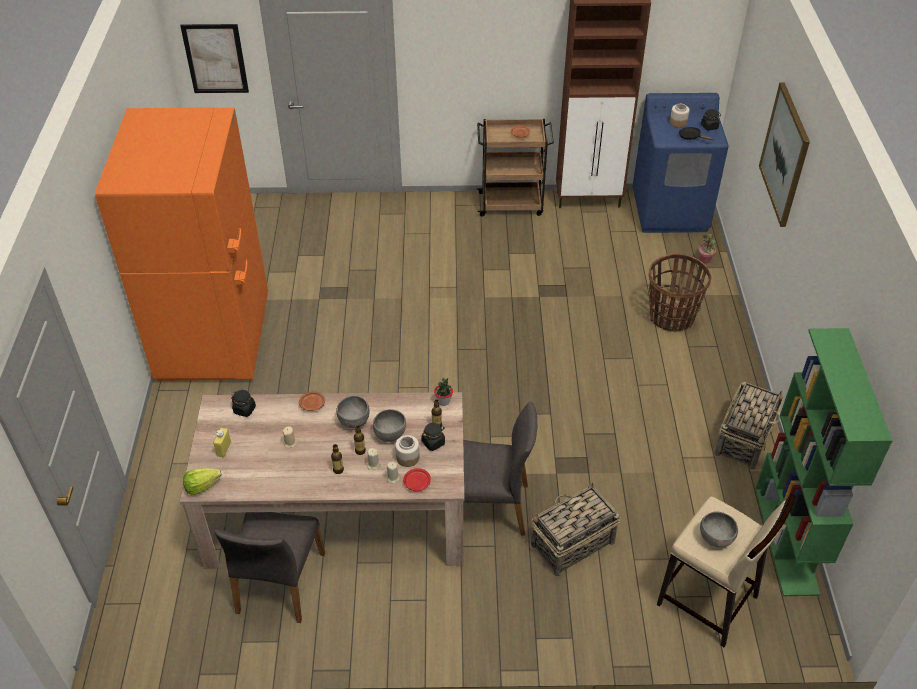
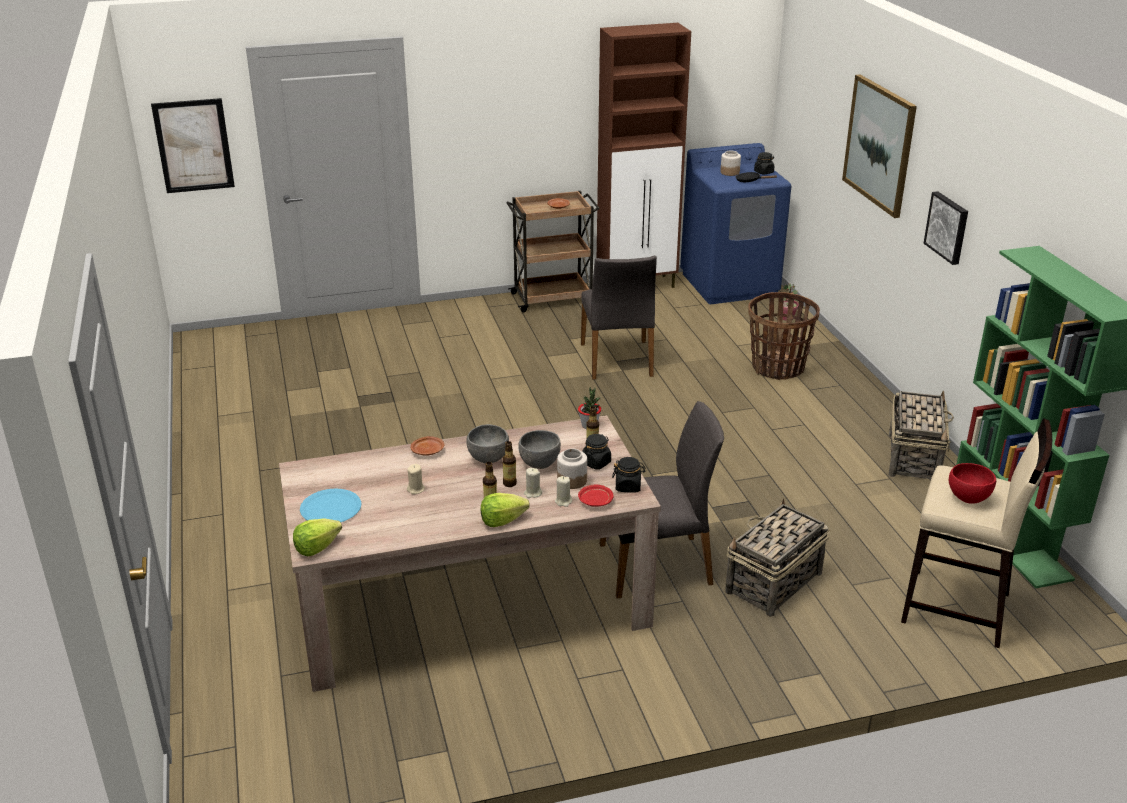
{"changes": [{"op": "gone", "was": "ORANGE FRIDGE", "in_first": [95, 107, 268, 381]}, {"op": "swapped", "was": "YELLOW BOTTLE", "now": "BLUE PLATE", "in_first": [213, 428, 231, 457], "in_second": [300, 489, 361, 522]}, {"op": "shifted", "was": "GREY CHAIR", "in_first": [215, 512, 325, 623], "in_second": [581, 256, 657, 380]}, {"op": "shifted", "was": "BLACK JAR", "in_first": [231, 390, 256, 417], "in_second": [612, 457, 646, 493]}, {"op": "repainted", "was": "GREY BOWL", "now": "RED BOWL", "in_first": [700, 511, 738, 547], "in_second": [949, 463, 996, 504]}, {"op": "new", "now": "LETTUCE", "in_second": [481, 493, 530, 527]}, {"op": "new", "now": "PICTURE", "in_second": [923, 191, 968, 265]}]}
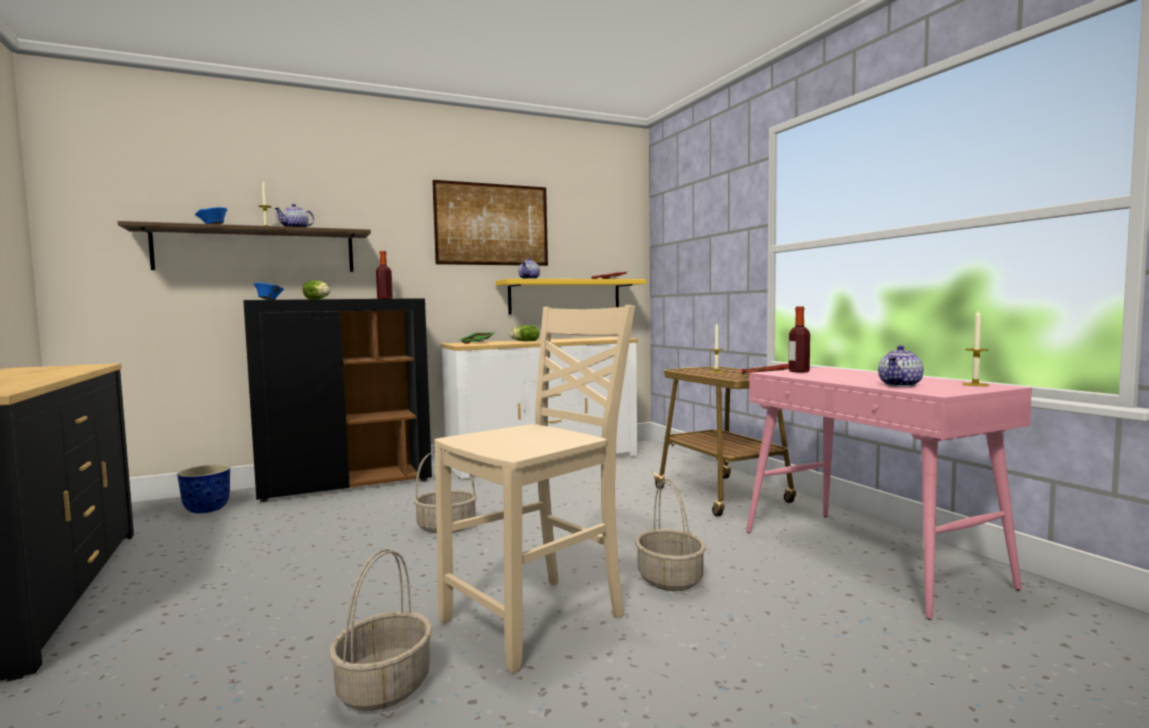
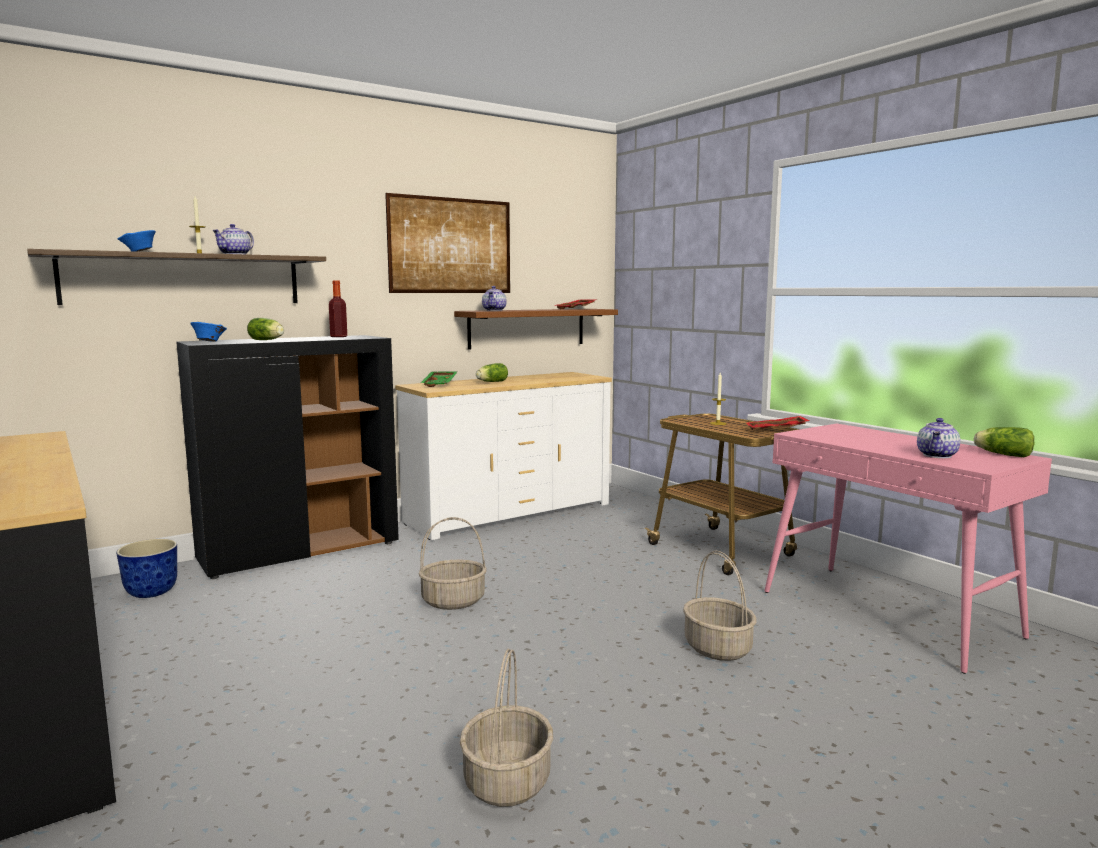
{"changes": [{"op": "gone", "was": "BEIGE CHAIR", "in_first": [434, 305, 635, 674]}, {"op": "repainted", "was": "YELLOW SHELF", "now": "BROWN SHELF", "in_first": [496, 279, 647, 314], "in_second": [454, 309, 618, 350]}, {"op": "gone", "was": "BOTTLE", "in_first": [789, 306, 810, 373]}, {"op": "swapped", "was": "CANDLE", "now": "LETTUCE", "in_first": [962, 309, 989, 386], "in_second": [973, 427, 1034, 457]}]}
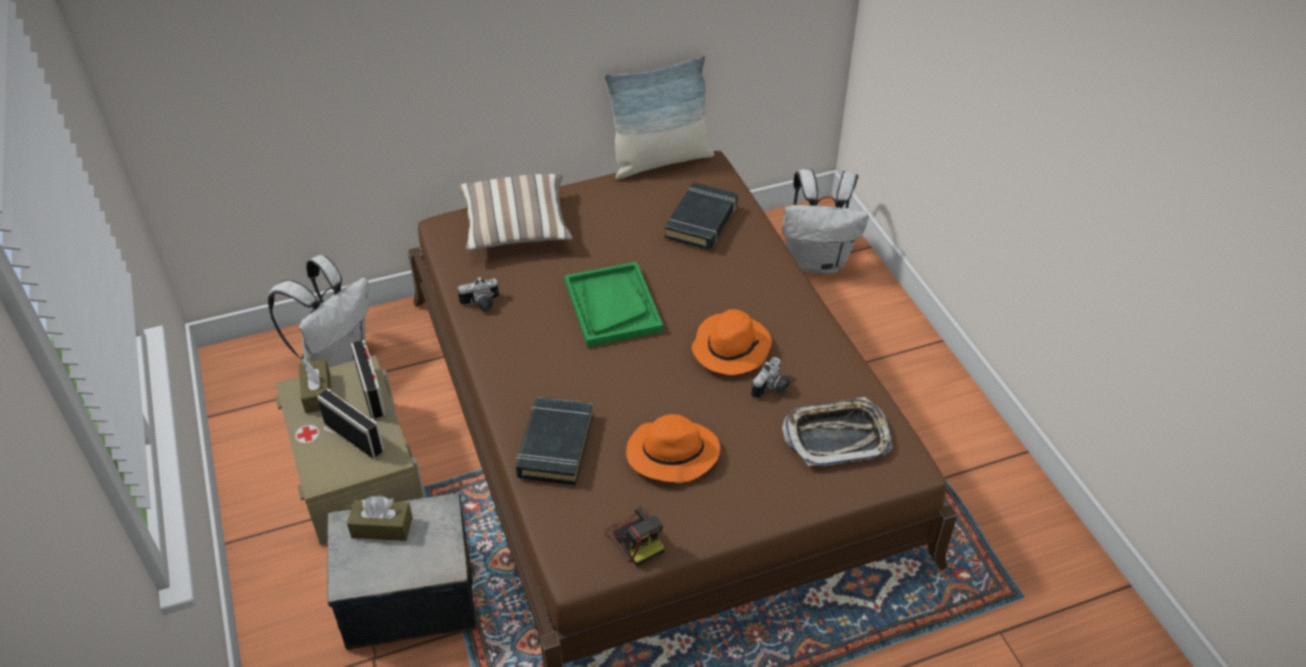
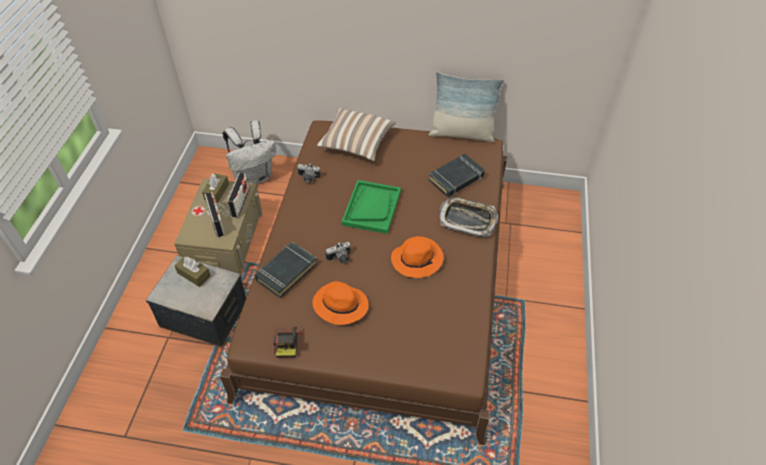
{"changes": [{"op": "shifted", "was": "PHOTO CAMERA", "in_first": [751, 357, 790, 399], "in_second": [325, 242, 351, 264]}, {"op": "shifted", "was": "TRAY", "in_first": [782, 397, 892, 466], "in_second": [439, 197, 498, 237]}, {"op": "gone", "was": "WHITE BACKPACK", "in_first": [783, 169, 869, 274]}]}
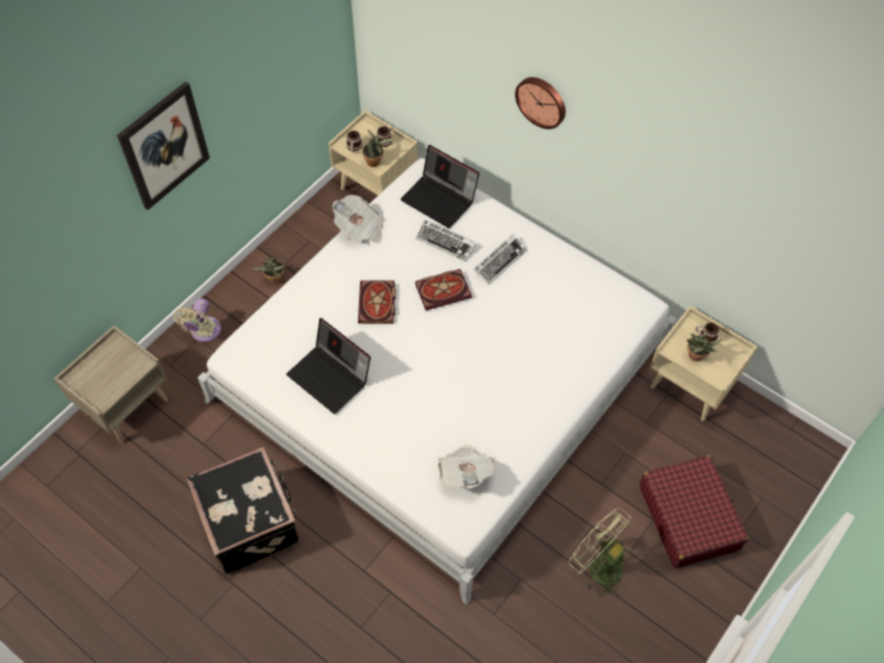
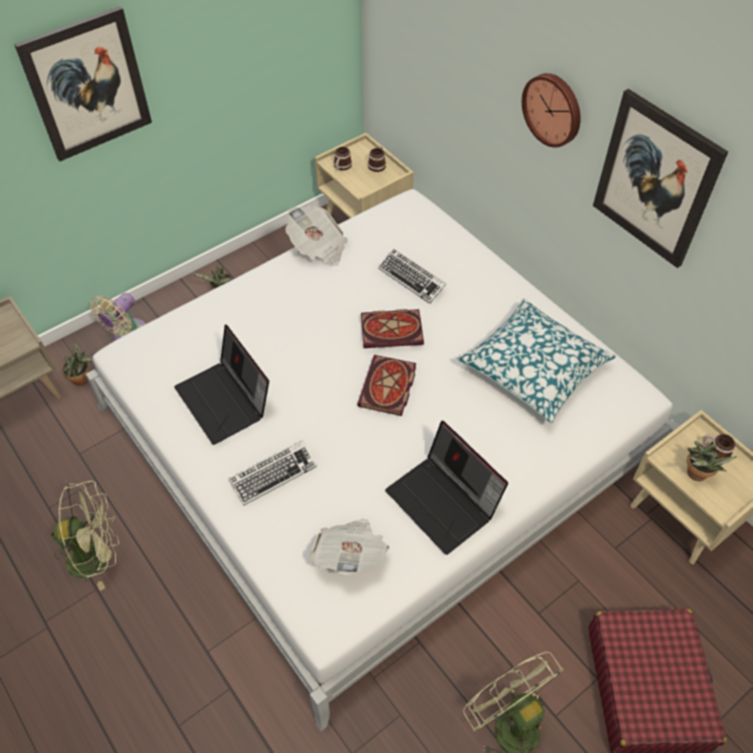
{"changes": [{"op": "swapped", "was": "BLACK SUITCASE", "now": "GREEN FAN", "in_first": [187, 447, 301, 574], "in_second": [50, 481, 119, 591]}, {"op": "shifted", "was": "BOOK", "in_first": [358, 280, 396, 324], "in_second": [357, 355, 416, 416]}, {"op": "shifted", "was": "POTTED PLANT", "in_first": [362, 129, 396, 167], "in_second": [62, 341, 93, 386]}, {"op": "shifted", "was": "LAPTOP", "in_first": [400, 145, 479, 228], "in_second": [385, 421, 508, 555]}, {"op": "shifted", "was": "KEYBOARD", "in_first": [474, 234, 527, 284], "in_second": [230, 440, 317, 506]}, {"op": "new", "now": "PILLOW", "in_second": [457, 299, 616, 423]}, {"op": "new", "now": "PICTURE", "in_second": [593, 89, 728, 268]}]}
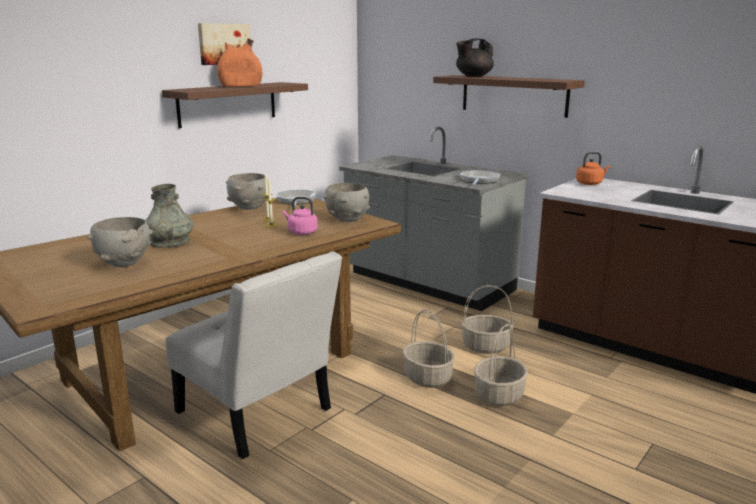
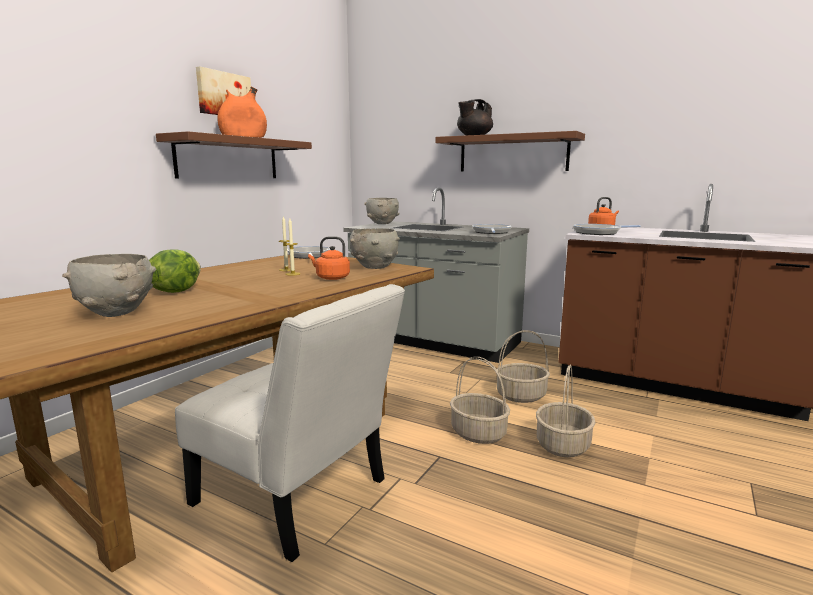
{"changes": [{"op": "swapped", "was": "GREY VASE", "now": "LETTUCE", "in_first": [145, 184, 193, 248], "in_second": [149, 249, 201, 293]}, {"op": "shifted", "was": "GREY BOWL", "in_first": [226, 173, 271, 210], "in_second": [364, 198, 400, 224]}, {"op": "repainted", "was": "PINK KETTLE", "now": "ORANGE KETTLE", "in_first": [283, 197, 318, 235], "in_second": [308, 236, 350, 280]}, {"op": "new", "now": "FRYING PAN", "in_second": [573, 224, 641, 235]}]}
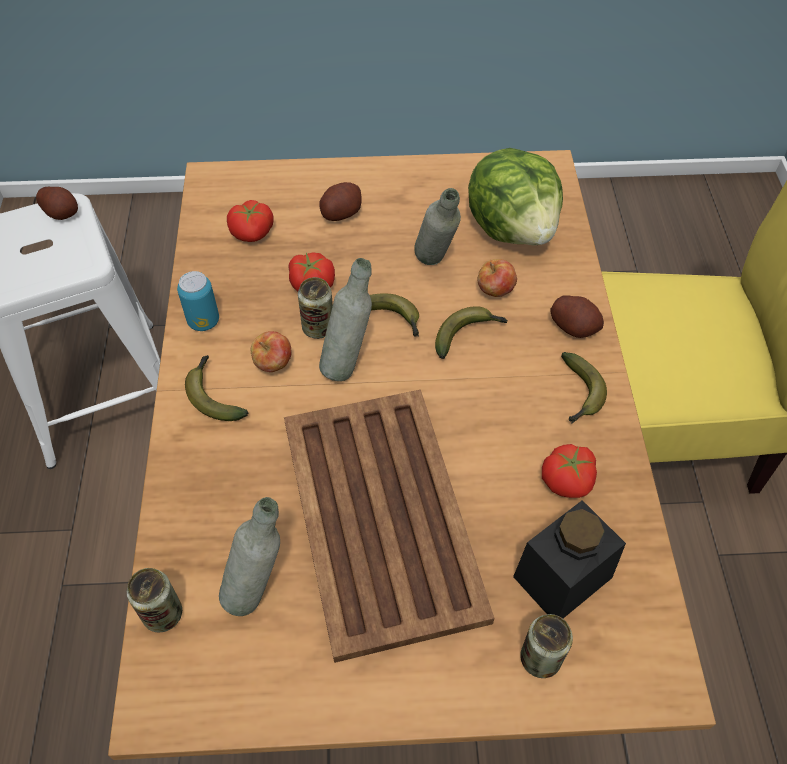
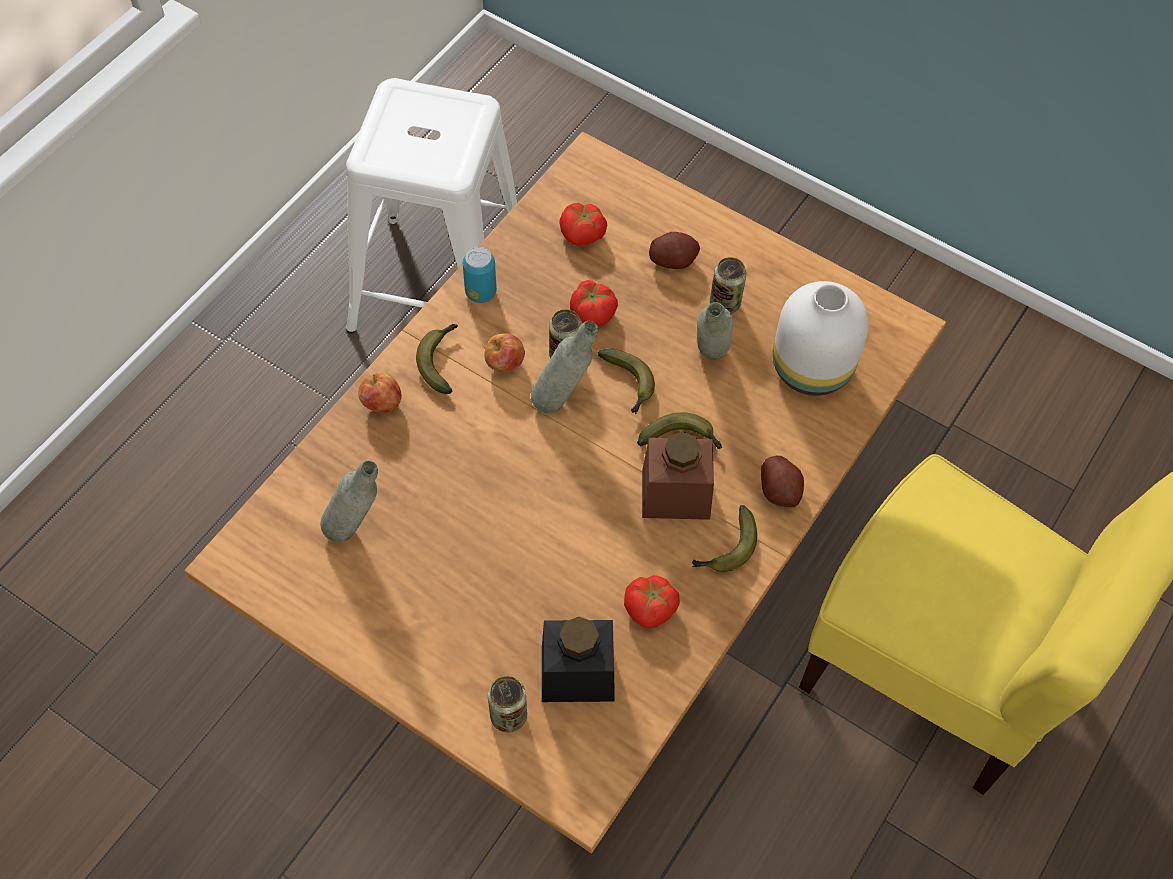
{"changes": [{"op": "gone", "was": "POTATO", "in_first": [36, 187, 78, 220]}, {"op": "shifted", "was": "CAN", "in_first": [127, 568, 182, 632], "in_second": [710, 257, 747, 314]}, {"op": "gone", "was": "BROWN TRAY", "in_first": [284, 390, 494, 663]}, {"op": "swapped", "was": "LETTUCE", "now": "WHITE VASE", "in_first": [468, 148, 563, 245], "in_second": [773, 281, 869, 396]}, {"op": "shifted", "was": "APPLE", "in_first": [477, 259, 517, 297], "in_second": [358, 372, 402, 413]}, {"op": "new", "now": "BROWN JAR", "in_second": [642, 432, 714, 520]}]}
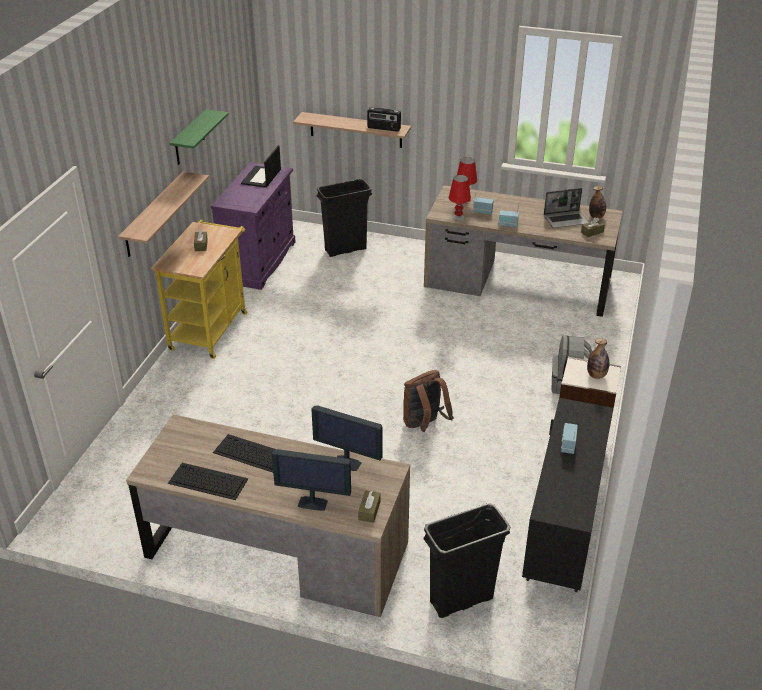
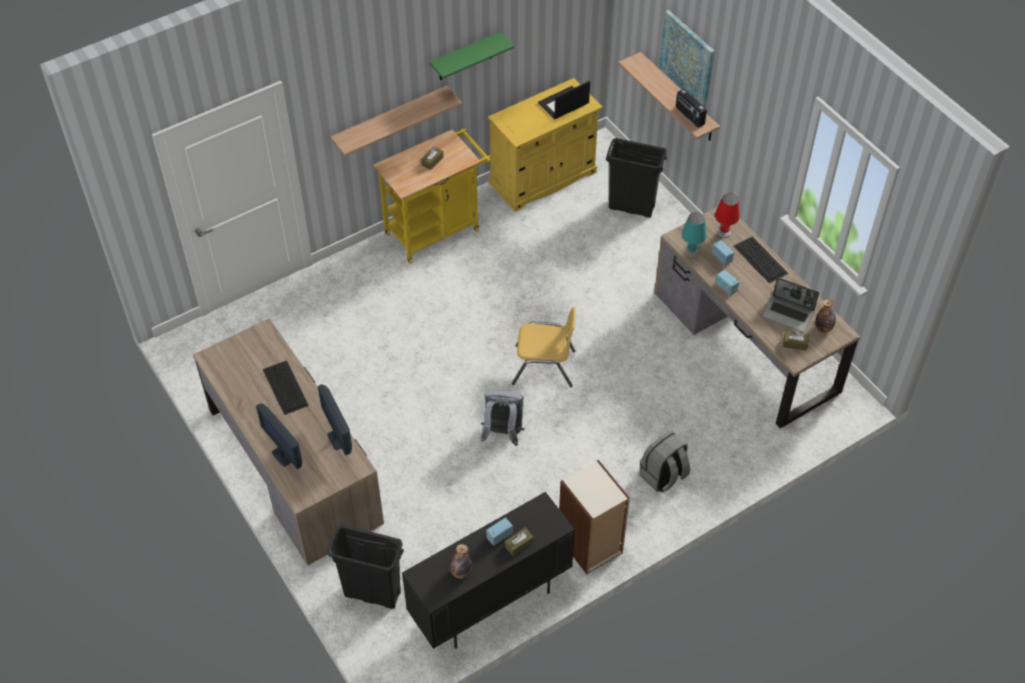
{"changes": [{"op": "shifted", "was": "KEYBOARD", "in_first": [168, 463, 248, 500], "in_second": [733, 237, 788, 283]}, {"op": "repainted", "was": "PURPLE CABINET", "now": "YELLOW CABINET", "in_first": [211, 162, 295, 290], "in_second": [488, 78, 603, 212]}, {"op": "shifted", "was": "BROWN TISSUE BOX", "in_first": [358, 490, 381, 523], "in_second": [505, 527, 534, 556]}, {"op": "repainted", "was": "BROWN BACKPACK", "now": "GREY BACKPACK", "in_first": [403, 370, 454, 432], "in_second": [481, 390, 524, 446]}, {"op": "repainted", "was": "RED TABLE LAMP", "now": "TURQUOISE TABLE LAMP", "in_first": [449, 175, 471, 221], "in_second": [682, 212, 707, 257]}, {"op": "shifted", "was": "BOTTLE", "in_first": [587, 338, 609, 379], "in_second": [450, 544, 472, 579]}, {"op": "new", "now": "YELLOW CHAIR", "in_second": [512, 307, 576, 388]}, {"op": "new", "now": "PICTURE", "in_second": [659, 10, 715, 108]}]}
